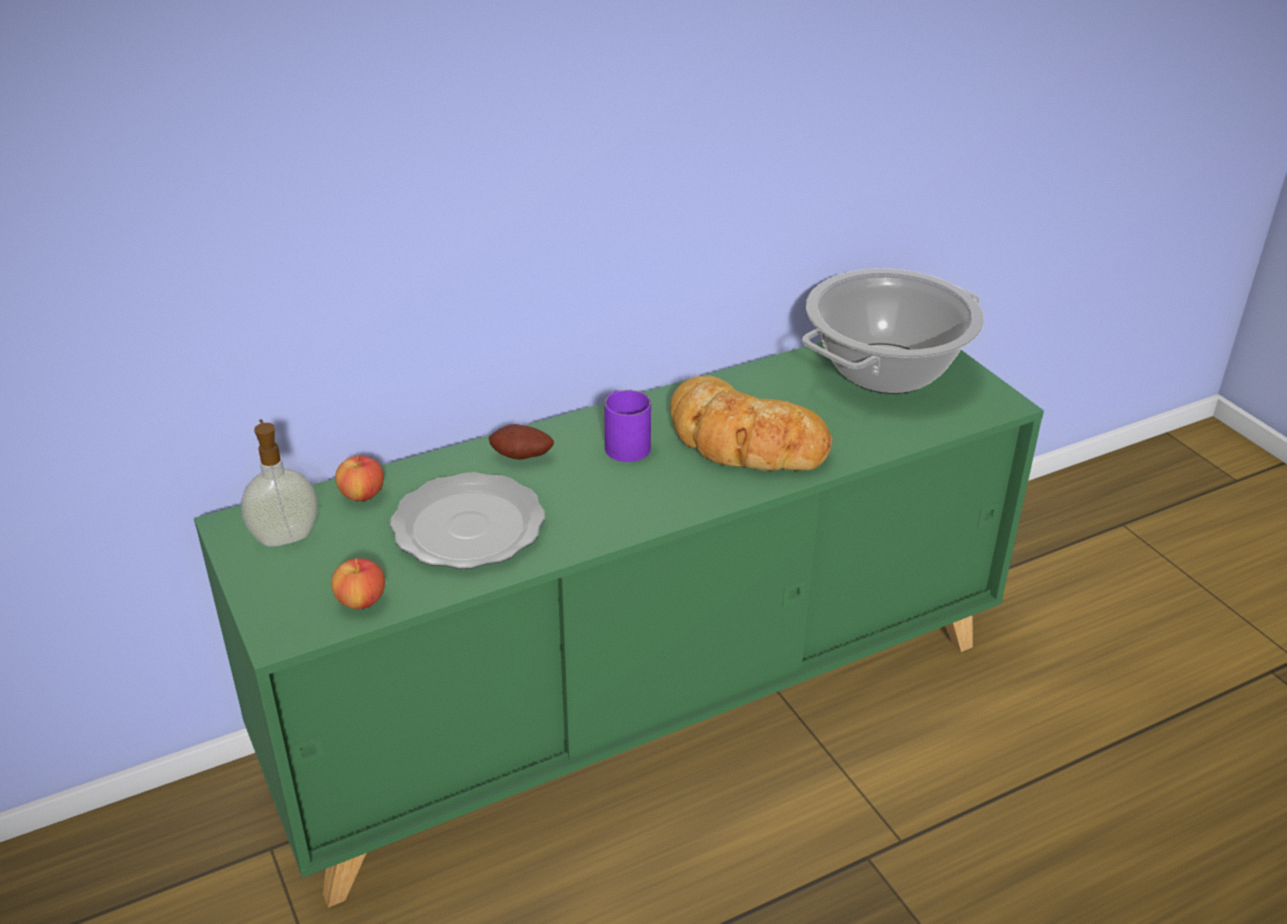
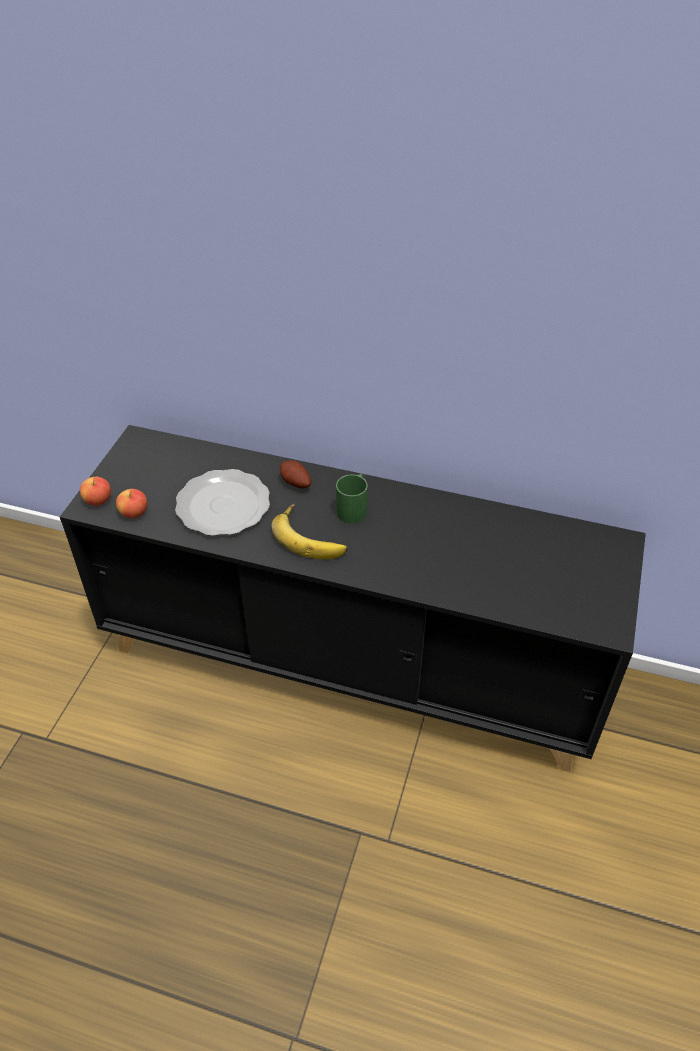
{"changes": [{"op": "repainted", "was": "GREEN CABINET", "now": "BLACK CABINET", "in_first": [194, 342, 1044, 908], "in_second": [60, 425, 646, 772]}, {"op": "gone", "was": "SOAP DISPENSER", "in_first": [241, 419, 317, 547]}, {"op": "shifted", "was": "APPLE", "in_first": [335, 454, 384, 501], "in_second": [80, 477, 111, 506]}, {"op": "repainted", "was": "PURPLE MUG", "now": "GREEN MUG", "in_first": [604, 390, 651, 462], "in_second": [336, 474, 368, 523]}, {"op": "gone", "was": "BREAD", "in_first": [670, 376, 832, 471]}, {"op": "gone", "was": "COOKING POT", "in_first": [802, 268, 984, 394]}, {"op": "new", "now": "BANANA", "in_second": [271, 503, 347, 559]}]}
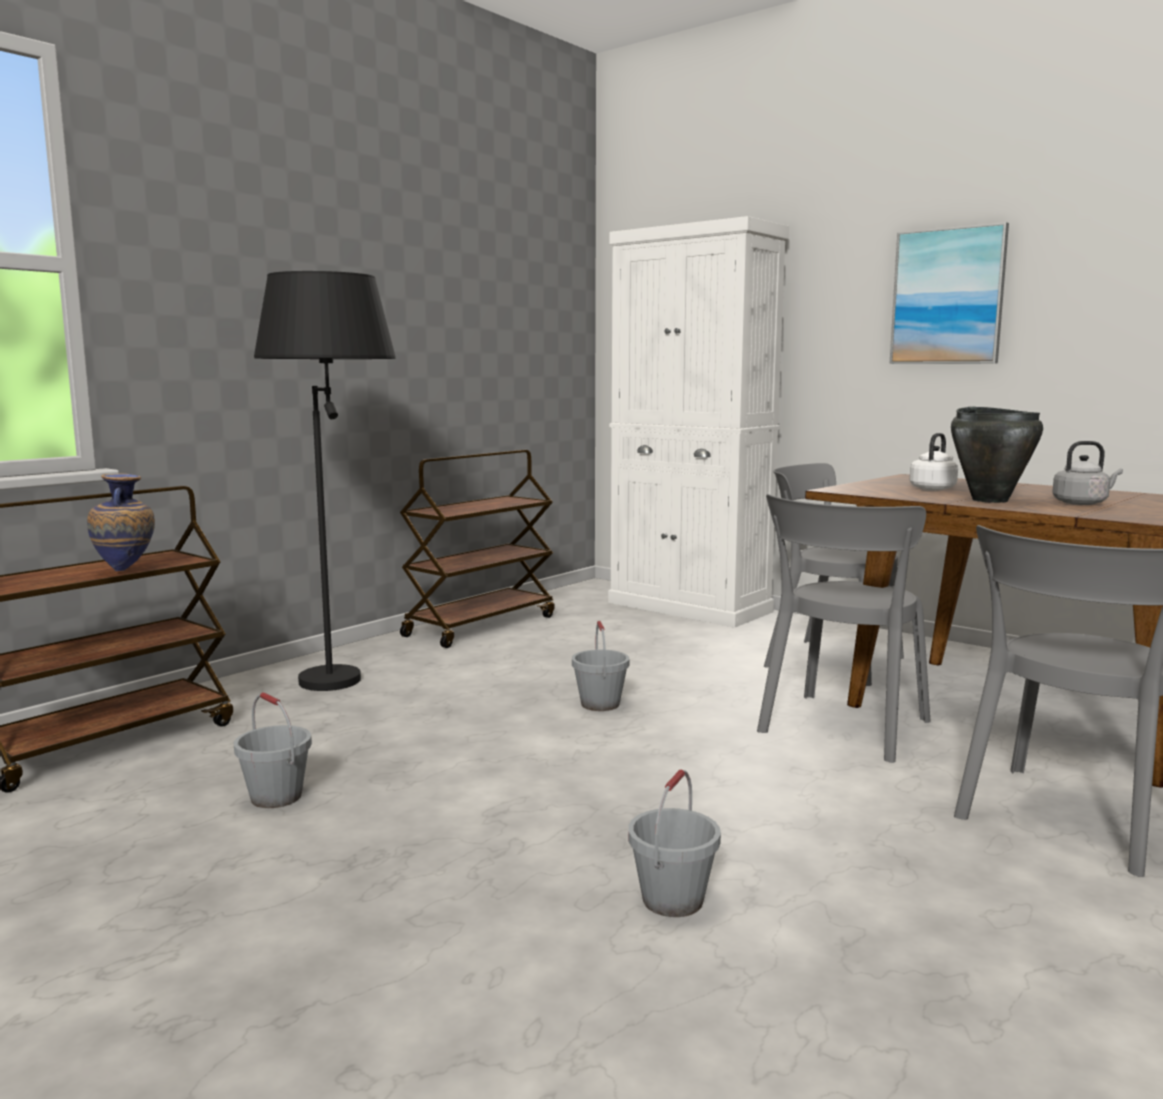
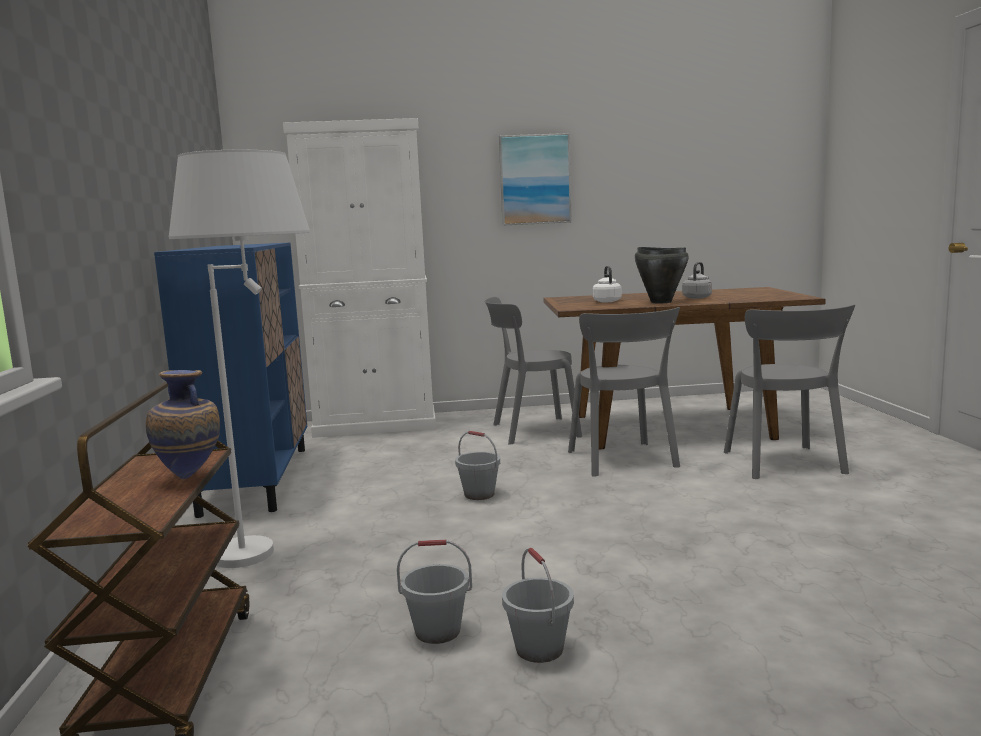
{"changes": [{"op": "repainted", "was": "BLACK FLOOR LAMP", "now": "WHITE FLOOR LAMP", "in_first": [254, 271, 395, 691], "in_second": [169, 150, 310, 568]}, {"op": "swapped", "was": "BROWN CART", "now": "BLUE CABINET", "in_first": [400, 450, 555, 648], "in_second": [154, 242, 307, 518]}, {"op": "shifted", "was": "GREY BUCKET", "in_first": [628, 769, 721, 917], "in_second": [502, 548, 574, 663]}]}
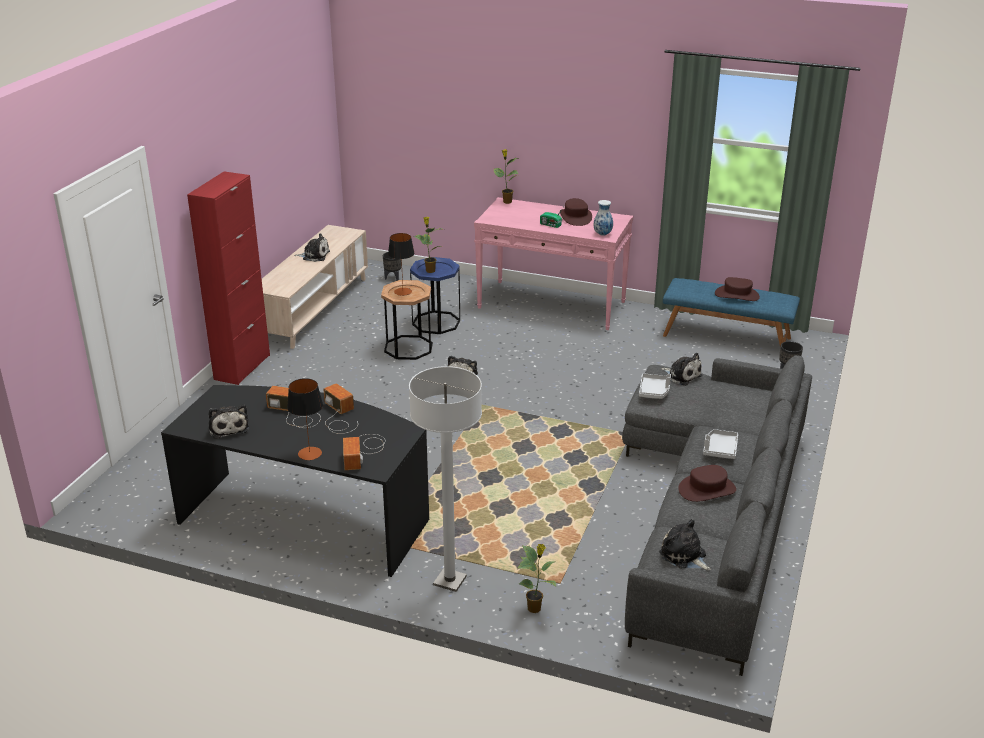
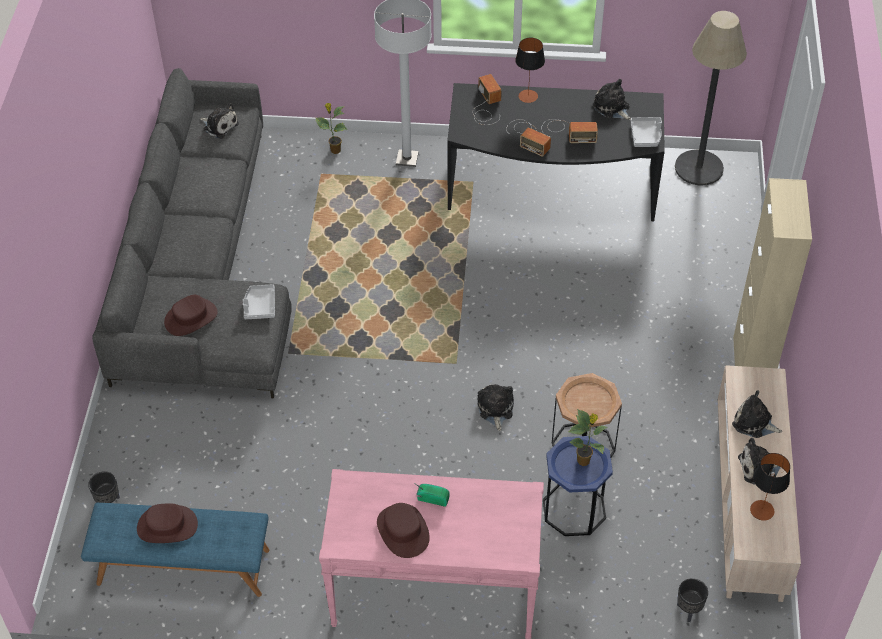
{"changes": [{"op": "repainted", "was": "RED CABINET", "now": "BEIGE CABINET", "in_first": [187, 171, 270, 385], "in_second": [733, 178, 812, 368]}, {"op": "shifted", "was": "TABLE LAMP", "in_first": [388, 233, 415, 296], "in_second": [750, 453, 790, 521]}, {"op": "gone", "was": "POTTED PLANT", "in_first": [493, 149, 519, 204]}, {"op": "gone", "was": "VASE", "in_first": [594, 200, 613, 236]}, {"op": "shifted", "was": "PLUSH TOY", "in_first": [661, 353, 702, 386], "in_second": [732, 391, 782, 438]}, {"op": "shifted", "was": "BROWN HAT", "in_first": [678, 465, 736, 502], "in_second": [164, 295, 218, 336]}, {"op": "shifted", "was": "GREY TRAY", "in_first": [703, 429, 738, 459], "in_second": [630, 117, 662, 147]}, {"op": "new", "now": "FLOOR LAMP", "in_second": [675, 11, 747, 185]}]}
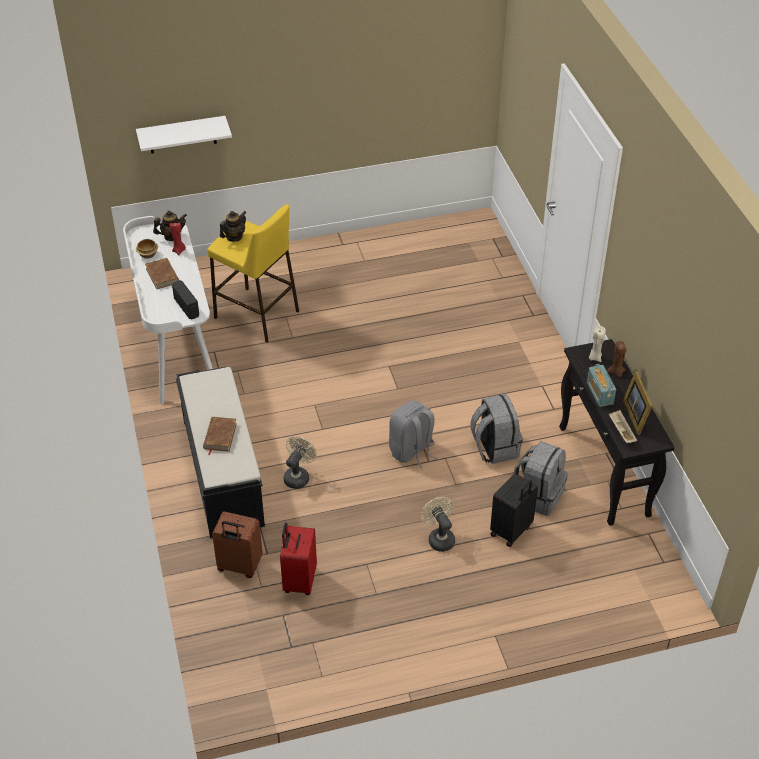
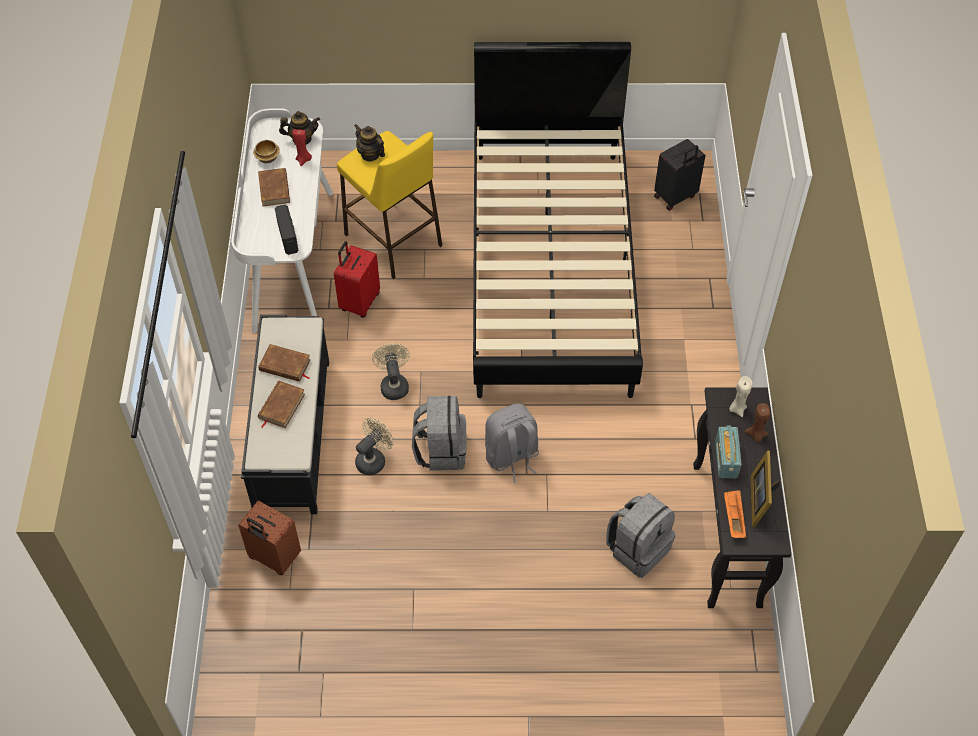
{"changes": [{"op": "gone", "was": "WHITE SHELF", "in_first": [136, 116, 232, 154]}, {"op": "rotated", "was": "TEAPOT", "in_first": [220, 211, 246, 242], "in_second": [354, 124, 385, 161], "clockwise": -105}, {"op": "shifted", "was": "RED SUITCASE", "in_first": [280, 523, 317, 595], "in_second": [334, 241, 380, 318]}, {"op": "shifted", "was": "BEIGE FAN", "in_first": [421, 497, 455, 552], "in_second": [372, 343, 410, 400]}, {"op": "shifted", "was": "GREY BACKPACK", "in_first": [470, 394, 523, 464], "in_second": [412, 396, 467, 471]}, {"op": "shifted", "was": "BLACK SUITCASE", "in_first": [490, 473, 538, 547], "in_second": [654, 139, 705, 211]}, {"op": "repainted", "was": "BEIGE TRAY", "now": "ORANGE TRAY", "in_first": [609, 410, 637, 443], "in_second": [724, 490, 746, 538]}, {"op": "new", "now": "BROWN BOOK", "in_second": [258, 344, 311, 382]}, {"op": "new", "now": "BLACK BED", "in_second": [473, 42, 643, 398]}]}
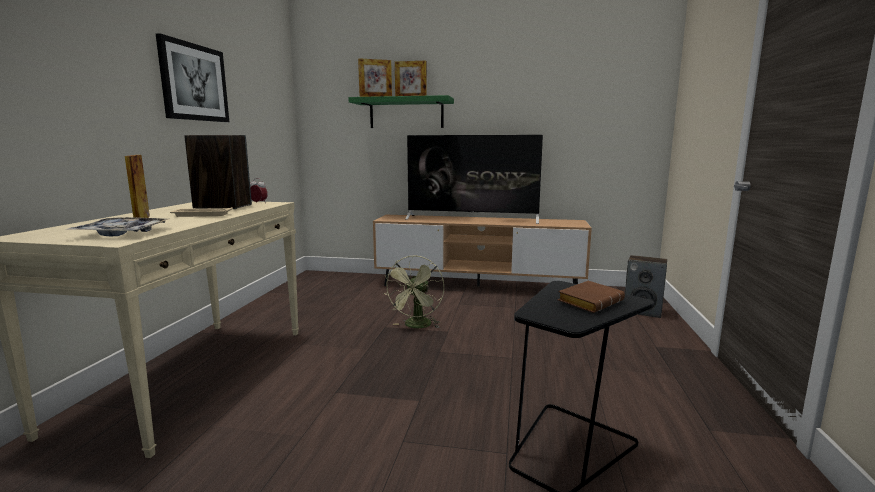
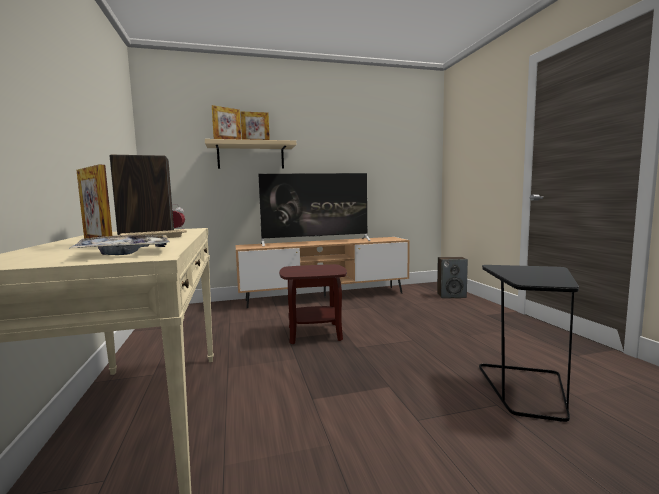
{"changes": [{"op": "gone", "was": "PICTURE", "in_first": [156, 33, 229, 122]}, {"op": "repainted", "was": "GREEN SHELF", "now": "BEIGE SHELF", "in_first": [348, 95, 454, 128], "in_second": [205, 139, 296, 169]}, {"op": "swapped", "was": "GREEN FAN", "now": "BROWN SIDE TABLE", "in_first": [383, 255, 444, 328], "in_second": [279, 264, 347, 344]}, {"op": "gone", "was": "BROWN BOOK", "in_first": [558, 281, 625, 313]}]}
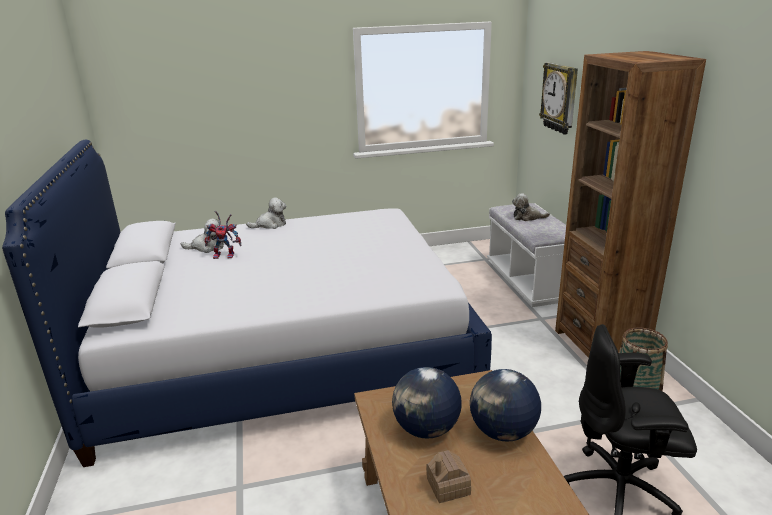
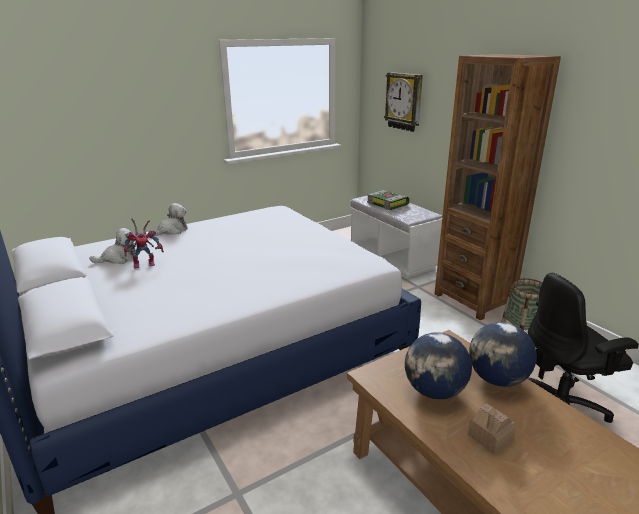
{"changes": [{"op": "swapped", "was": "PLUSH TOY", "now": "BOOK", "in_first": [512, 193, 550, 221], "in_second": [367, 190, 409, 210]}]}
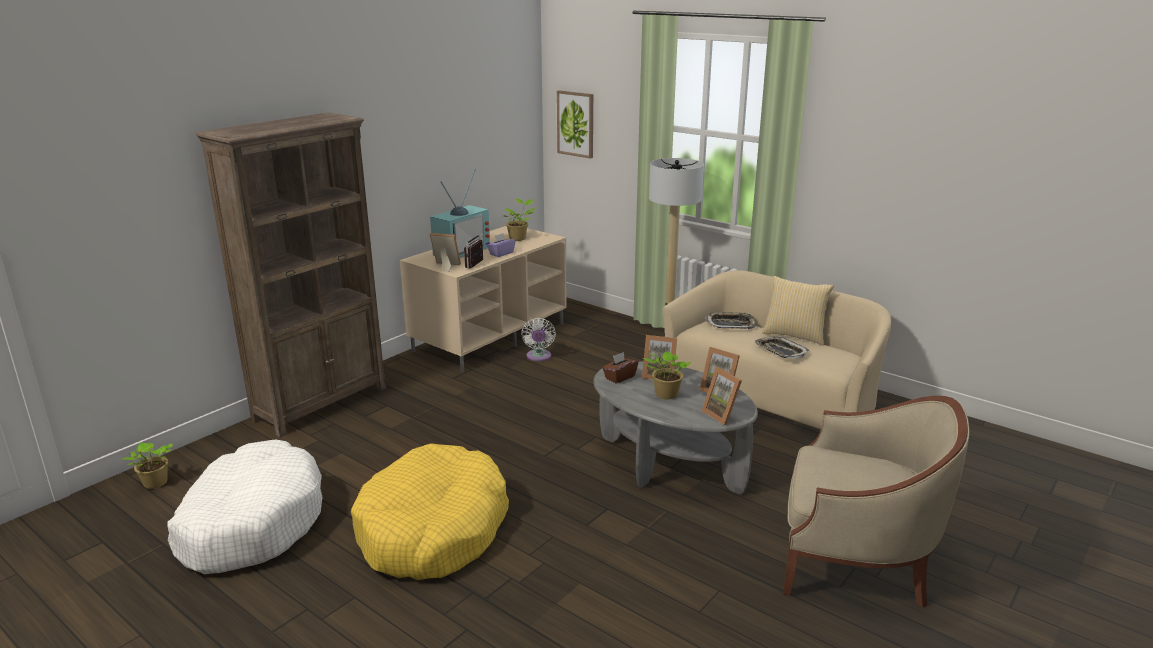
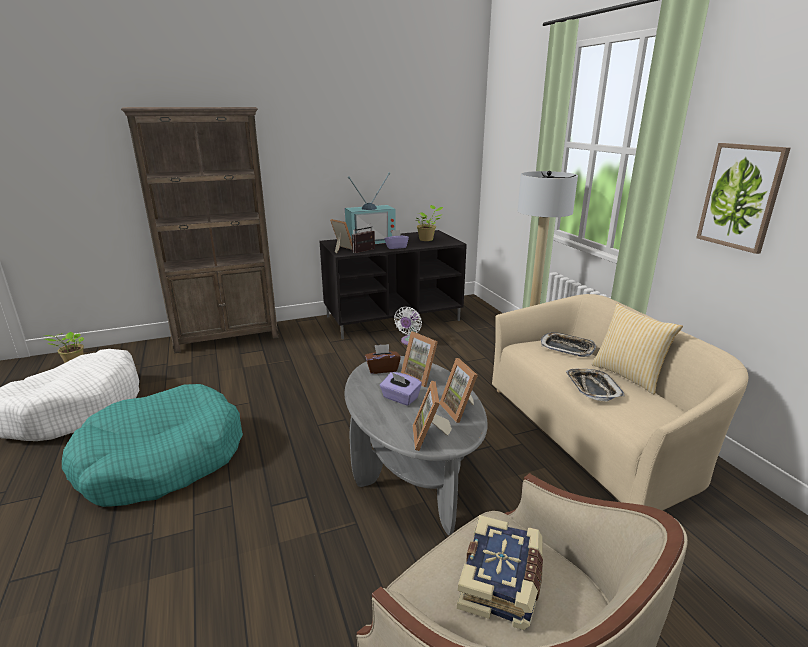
{"changes": [{"op": "repainted", "was": "YELLOW DOG BED", "now": "TURQUOISE DOG BED", "in_first": [351, 443, 509, 580], "in_second": [62, 384, 243, 507]}, {"op": "repainted", "was": "BEIGE TV STAND", "now": "BLACK TV STAND", "in_first": [400, 226, 566, 372], "in_second": [320, 230, 467, 339]}, {"op": "shifted", "was": "PICTURE", "in_first": [557, 90, 593, 159], "in_second": [696, 143, 791, 254]}, {"op": "swapped", "was": "POTTED PLANT", "now": "PURPLE TISSUE BOX", "in_first": [643, 351, 691, 399], "in_second": [380, 372, 422, 406]}, {"op": "new", "now": "BOOK", "in_second": [457, 515, 543, 630]}]}
